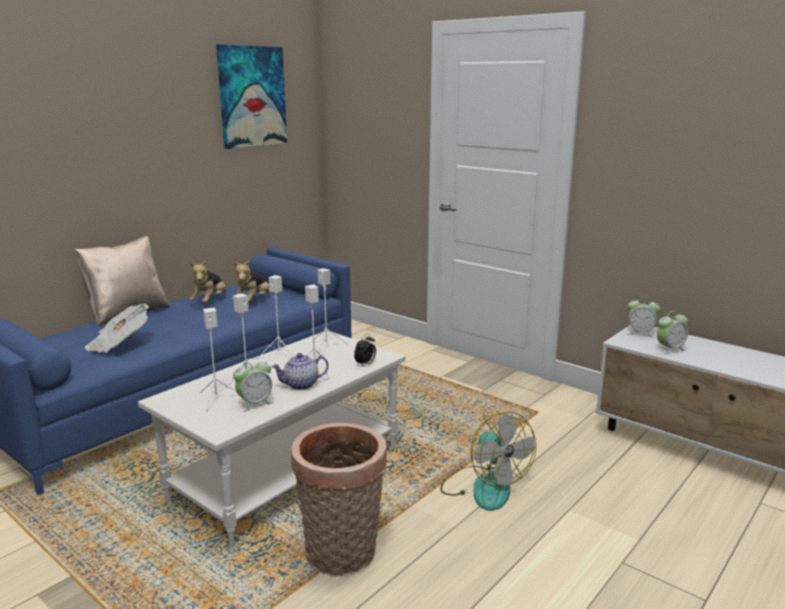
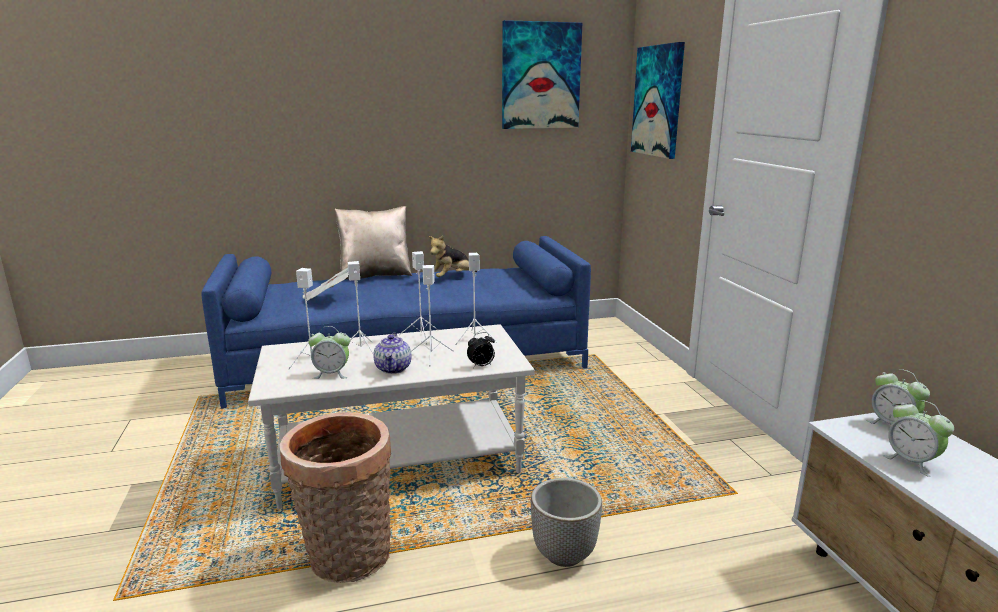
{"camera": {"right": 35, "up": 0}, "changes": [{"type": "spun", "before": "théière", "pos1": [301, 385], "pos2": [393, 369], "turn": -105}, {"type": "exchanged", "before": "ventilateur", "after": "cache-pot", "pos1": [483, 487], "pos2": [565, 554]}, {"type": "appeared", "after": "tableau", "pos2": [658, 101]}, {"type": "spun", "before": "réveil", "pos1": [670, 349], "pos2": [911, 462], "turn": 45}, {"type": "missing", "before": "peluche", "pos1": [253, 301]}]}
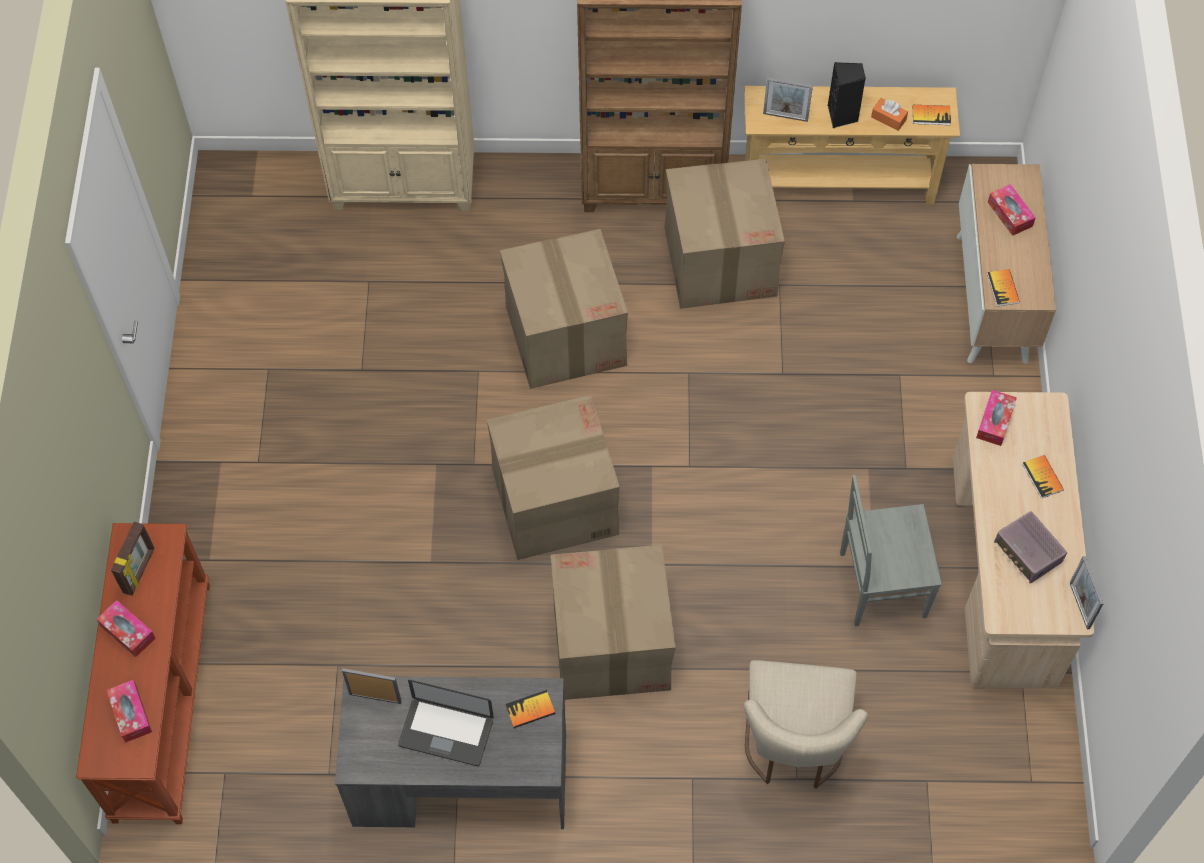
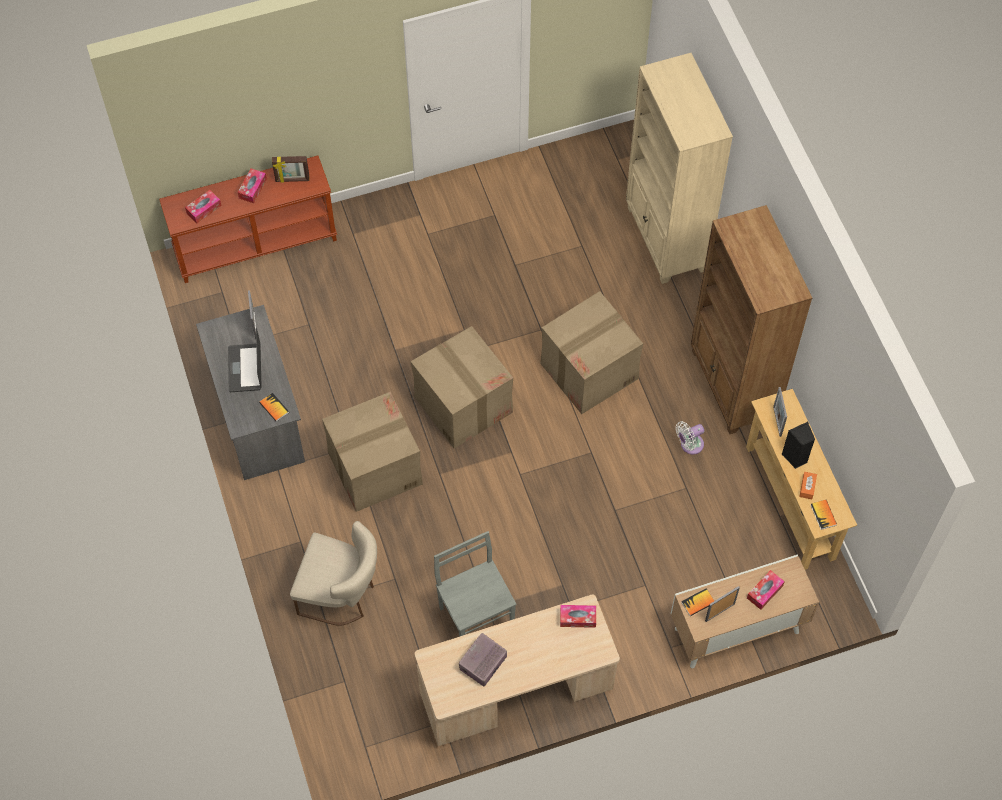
{"camera": {"right": 70, "up": 0}, "changes": [{"type": "spun", "before": "chaise [beige]", "pos1": [793, 746], "pos2": [341, 594], "turn": -150}, {"type": "exchanged", "before": "carton", "after": "ventilateur [blanc]", "pos1": [720, 260], "pos2": [689, 445]}, {"type": "relocated", "before": "cadre photo", "pos1": [1079, 606], "pos2": [719, 612]}, {"type": "missing", "before": "livre", "pos1": [1042, 477]}]}
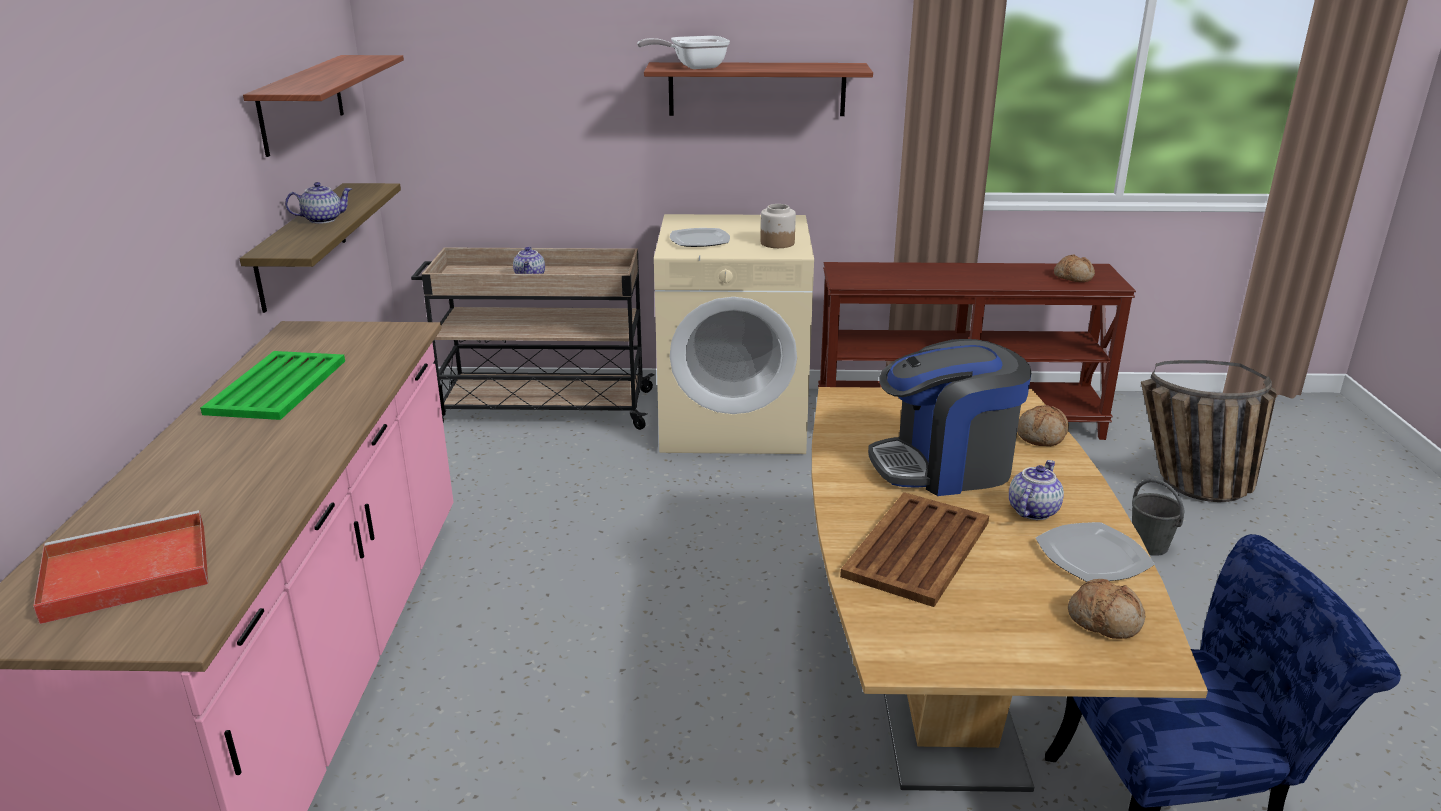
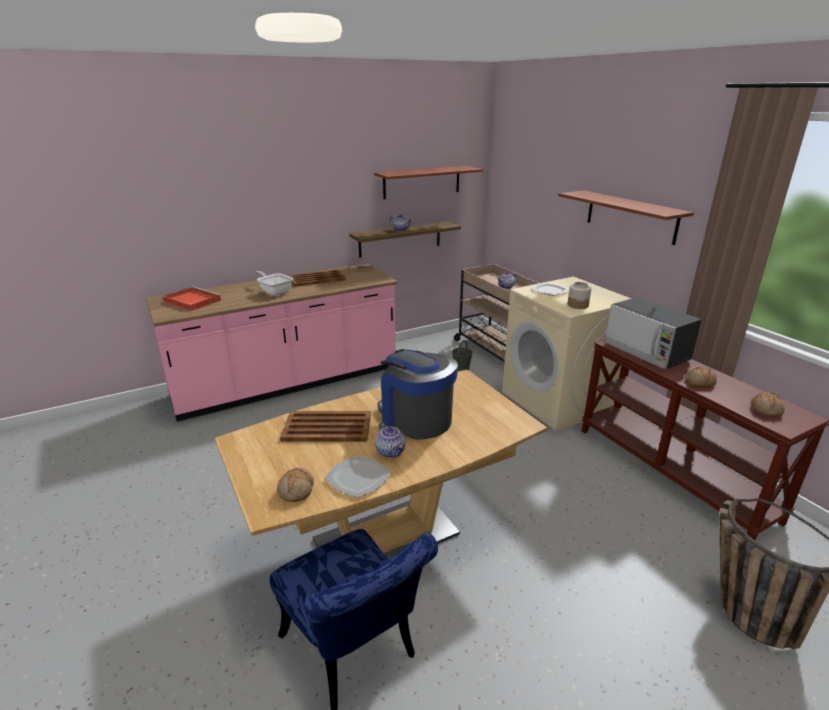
{"camera": {"right": 60, "up": 0}, "changes": [{"type": "relocated", "before": "poêle", "pos1": [693, 67], "pos2": [274, 291]}, {"type": "colour", "before": "plateau [vert]", "after": "plateau [marron]", "pos1": [278, 386], "pos2": [317, 278]}, {"type": "spun", "before": "théière", "pos1": [1032, 510], "pos2": [391, 452], "turn": 60}, {"type": "relocated", "before": "seau [gris]", "pos1": [1150, 546], "pos2": [461, 369]}, {"type": "appeared", "after": "micro-ondes", "pos2": [646, 352]}, {"type": "relocated", "before": "pain", "pos1": [1042, 436], "pos2": [699, 382]}]}
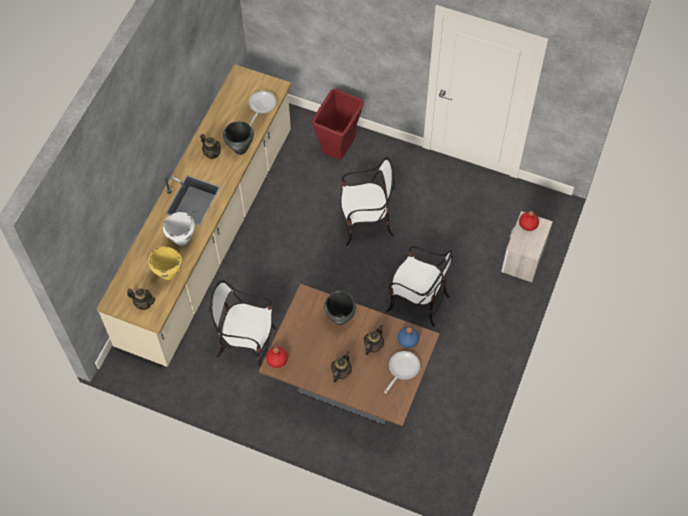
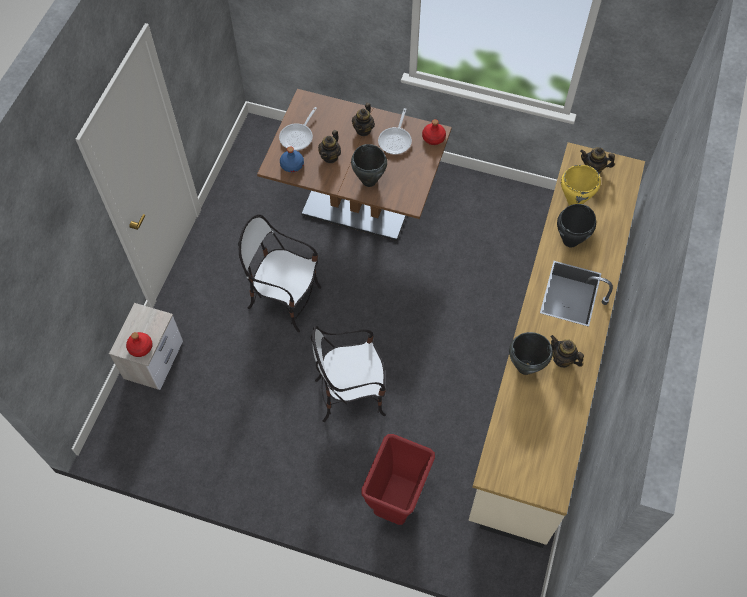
{"camera": {"right": 175, "up": 0}, "changes": [{"type": "relocated", "before": "poêle", "pos1": [261, 106], "pos2": [396, 140]}, {"type": "colour", "before": "marmite [blanc]", "after": "marmite [noir]", "pos1": [181, 240], "pos2": [570, 241]}, {"type": "missing", "before": "chaise", "pos1": [247, 344]}]}
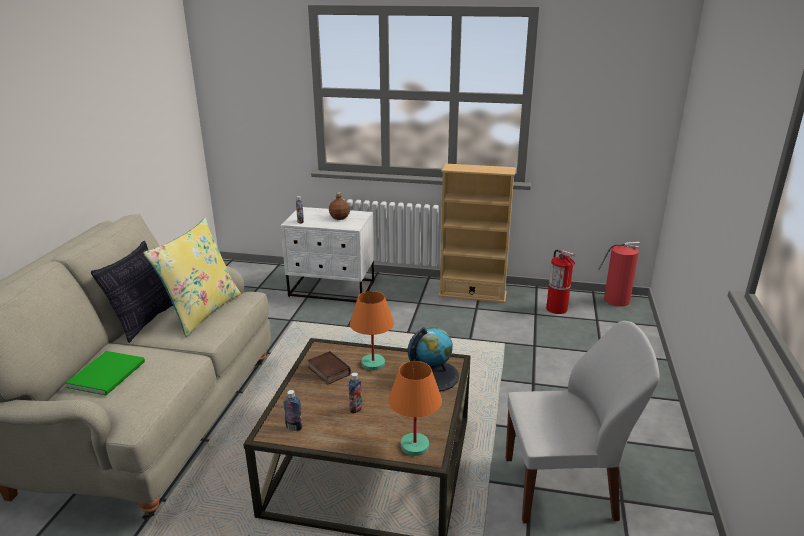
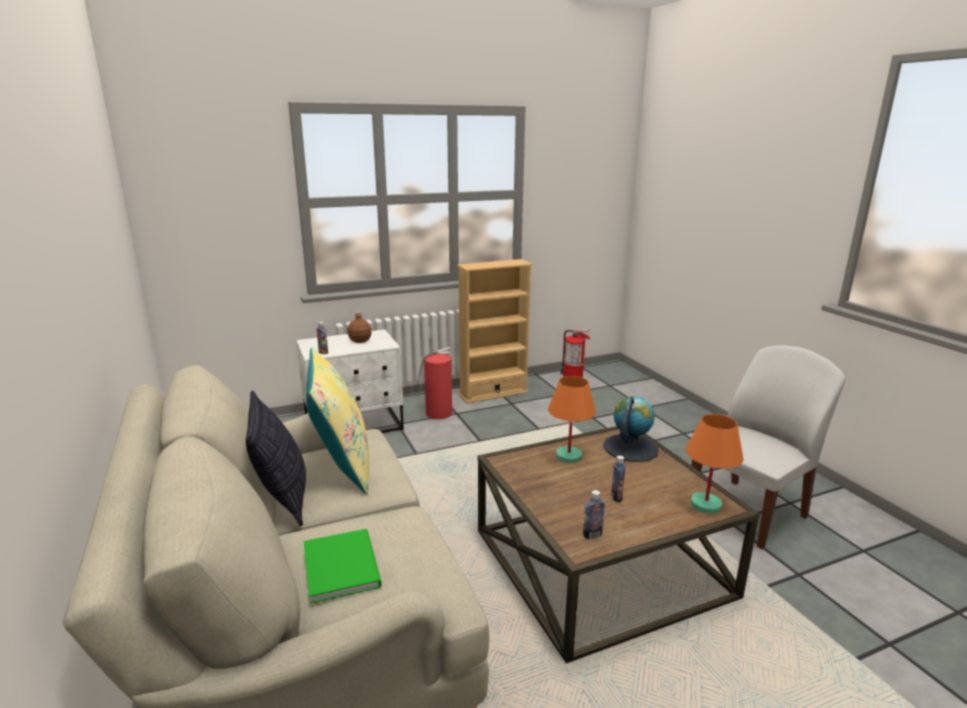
{"camera": {"right": -35, "up": -5}, "changes": [{"type": "relocated", "before": "extincteur", "pos1": [615, 300], "pos2": [437, 413]}, {"type": "missing", "before": "livre", "pos1": [327, 371]}]}
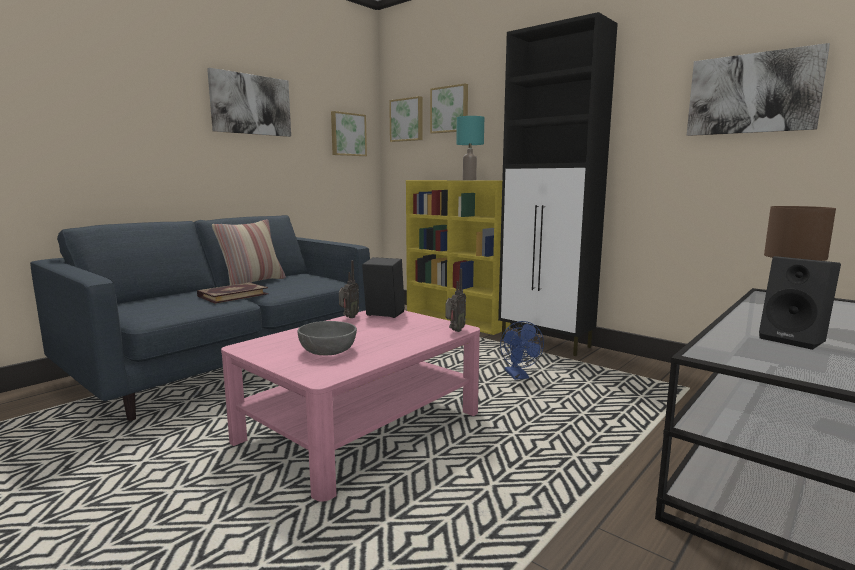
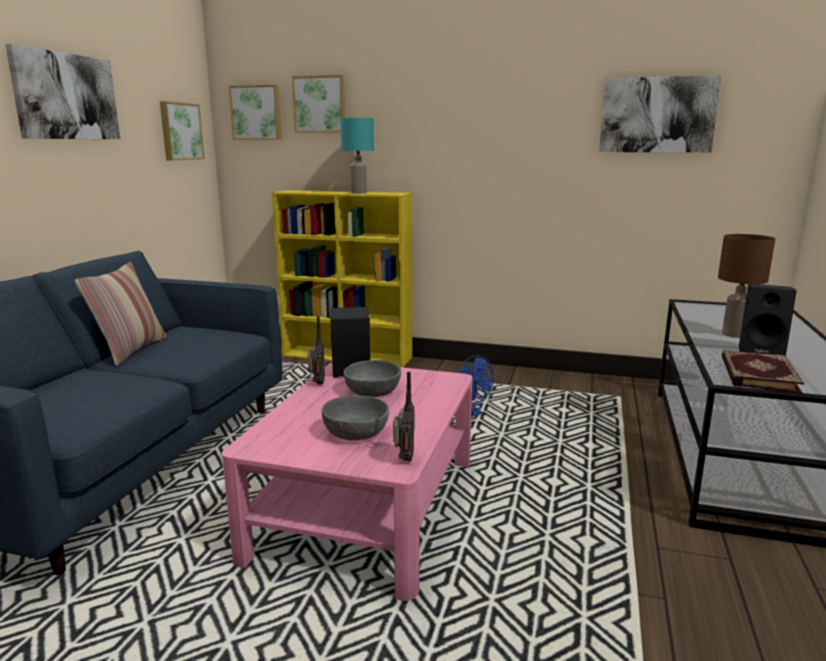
{"camera": {"right": -25, "up": 5}, "changes": [{"type": "appeared", "after": "bol [gris]", "pos2": [372, 391]}, {"type": "relocated", "before": "radio", "pos1": [454, 331], "pos2": [403, 459]}, {"type": "relocated", "before": "livre", "pos1": [232, 295], "pos2": [756, 374]}, {"type": "missing", "before": "meuble de rangement [noir]", "pos1": [546, 343]}]}
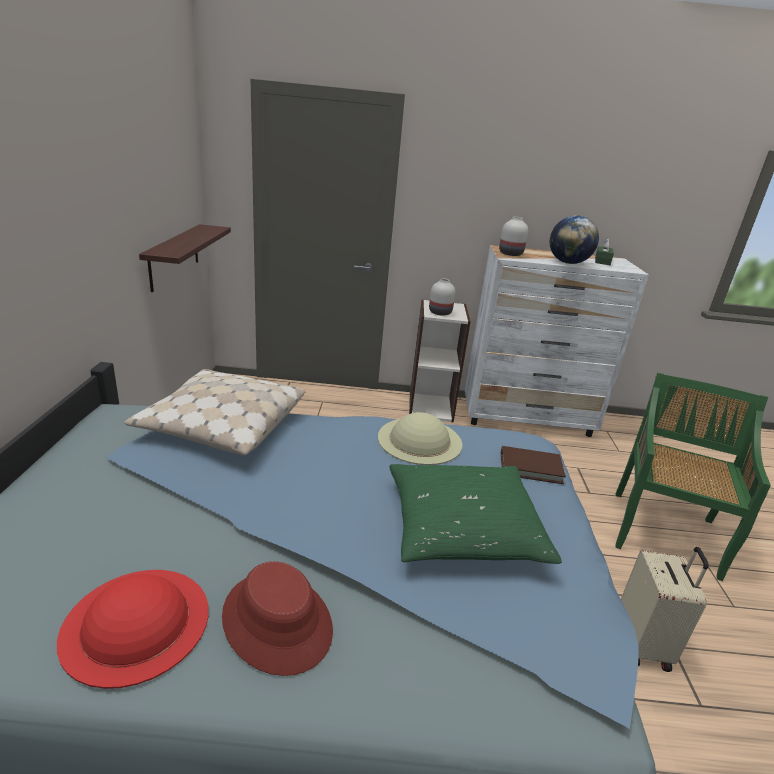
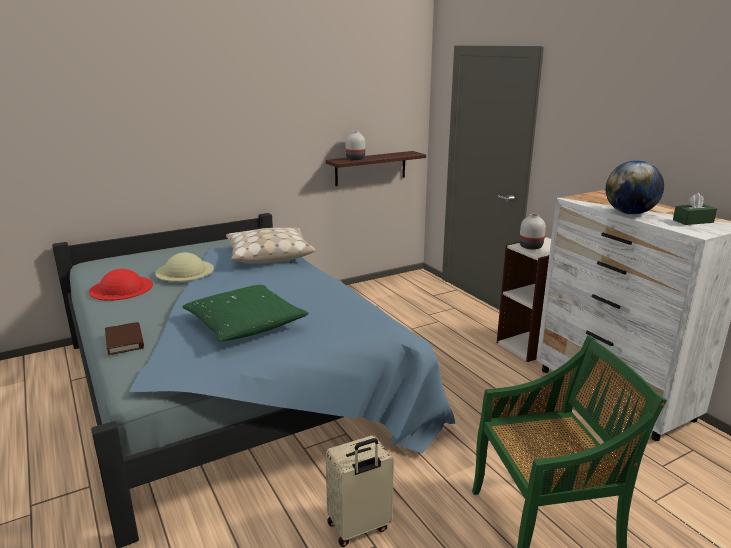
{"camera": {"right": 60, "up": -5}, "changes": [{"type": "relocated", "before": "livre [marron]", "pos1": [530, 467], "pos2": [124, 341]}, {"type": "relocated", "before": "chapeau [beige]", "pos1": [419, 440], "pos2": [184, 270]}, {"type": "relocated", "before": "vase [blanc]", "pos1": [510, 254], "pos2": [355, 159]}, {"type": "missing", "before": "chapeau [rouge]", "pos1": [278, 621]}]}
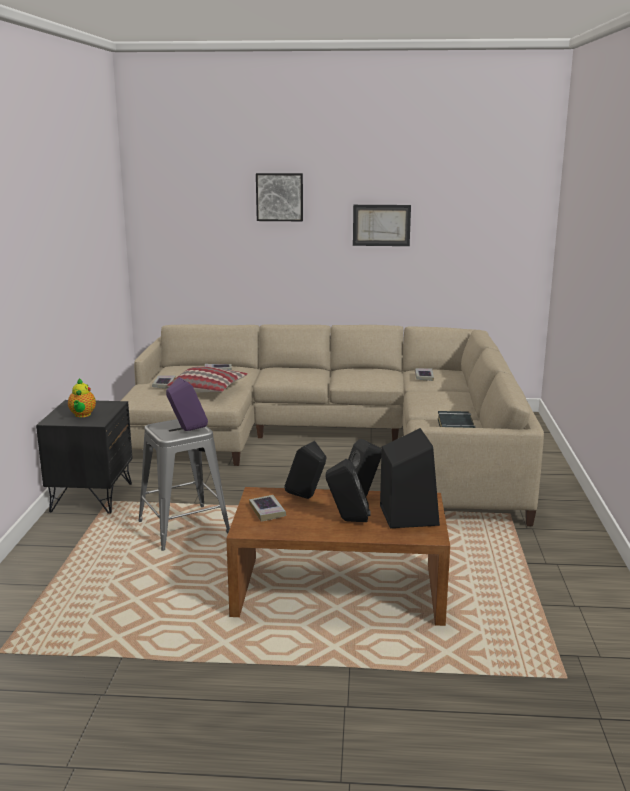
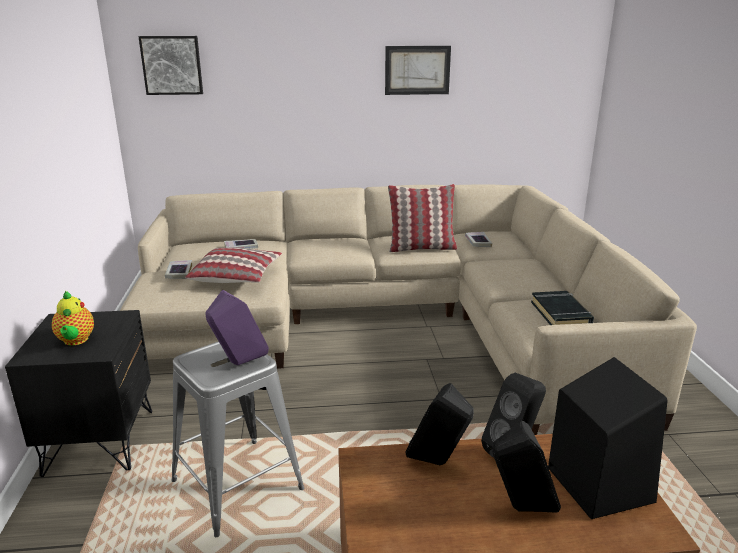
{"camera": {"right": -10, "up": 5}, "changes": [{"type": "relocated", "before": "tableau", "pos1": [279, 197], "pos2": [172, 65]}, {"type": "appeared", "after": "coussin", "pos2": [421, 248]}, {"type": "missing", "before": "livre", "pos1": [267, 511]}]}
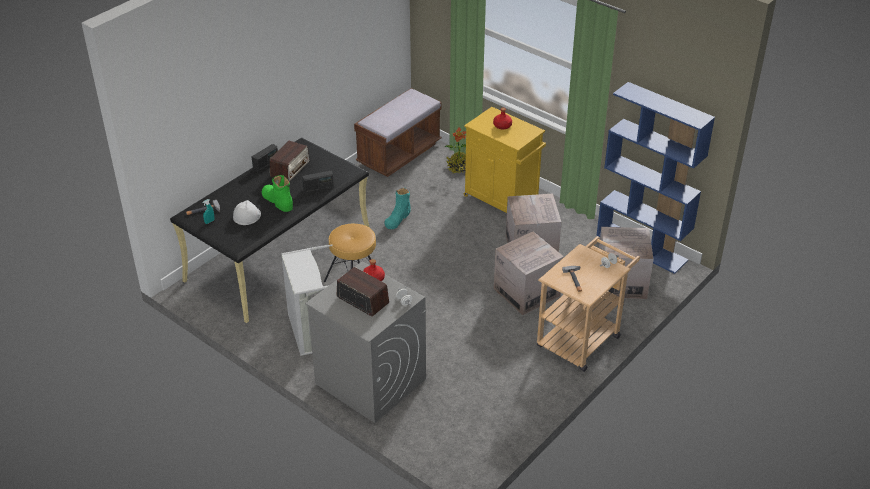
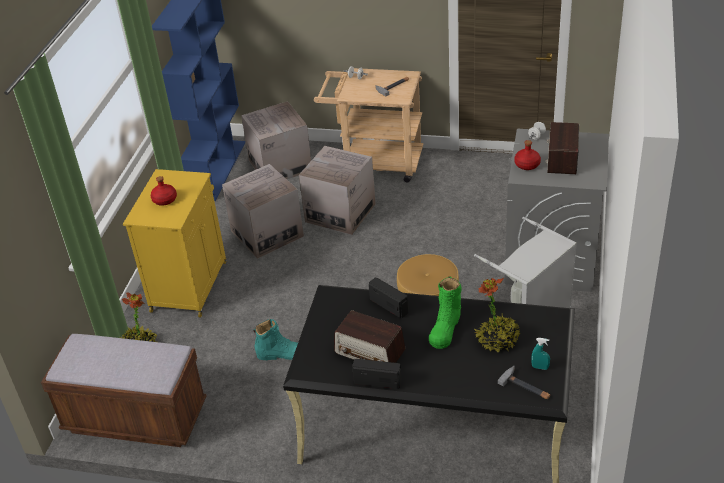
{"camera": {"right": -115, "up": 0}, "changes": [{"type": "spun", "before": "radio", "pos1": [290, 169], "pos2": [370, 352], "turn": -150}, {"type": "exchanged", "before": "casque de chantier [blanc]", "after": "plante en pot", "pos1": [246, 216], "pos2": [497, 339]}]}
